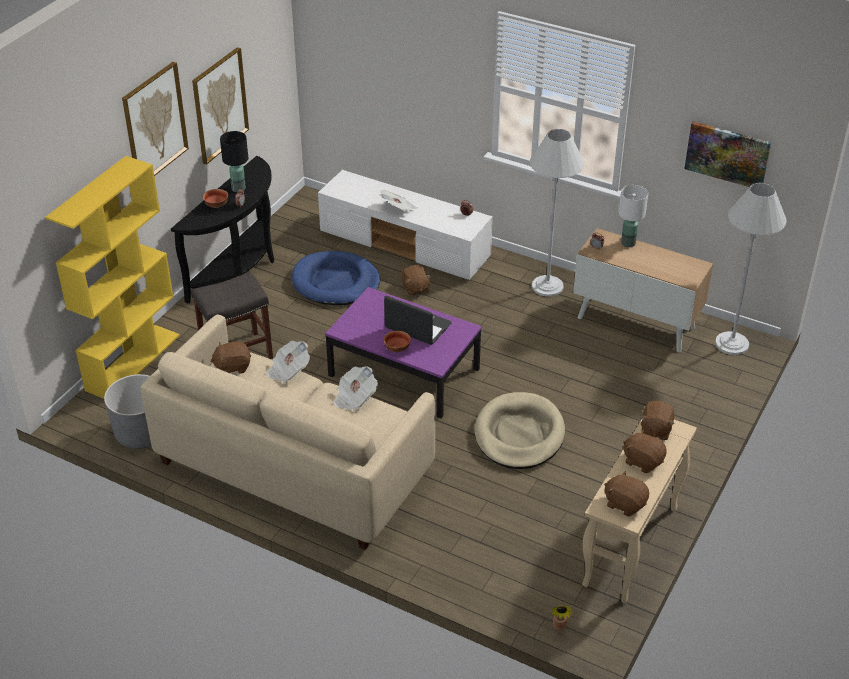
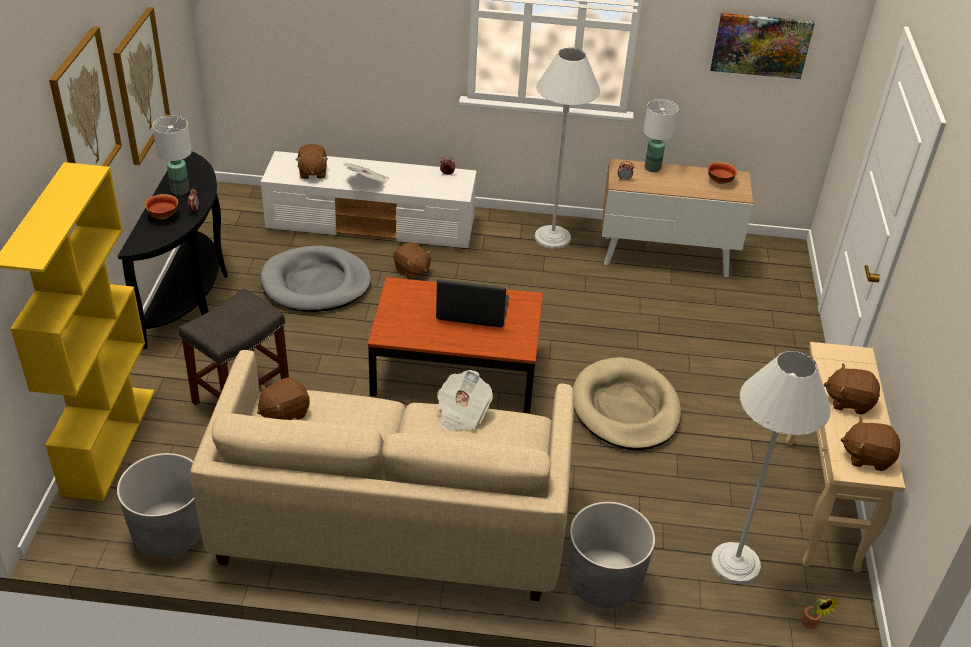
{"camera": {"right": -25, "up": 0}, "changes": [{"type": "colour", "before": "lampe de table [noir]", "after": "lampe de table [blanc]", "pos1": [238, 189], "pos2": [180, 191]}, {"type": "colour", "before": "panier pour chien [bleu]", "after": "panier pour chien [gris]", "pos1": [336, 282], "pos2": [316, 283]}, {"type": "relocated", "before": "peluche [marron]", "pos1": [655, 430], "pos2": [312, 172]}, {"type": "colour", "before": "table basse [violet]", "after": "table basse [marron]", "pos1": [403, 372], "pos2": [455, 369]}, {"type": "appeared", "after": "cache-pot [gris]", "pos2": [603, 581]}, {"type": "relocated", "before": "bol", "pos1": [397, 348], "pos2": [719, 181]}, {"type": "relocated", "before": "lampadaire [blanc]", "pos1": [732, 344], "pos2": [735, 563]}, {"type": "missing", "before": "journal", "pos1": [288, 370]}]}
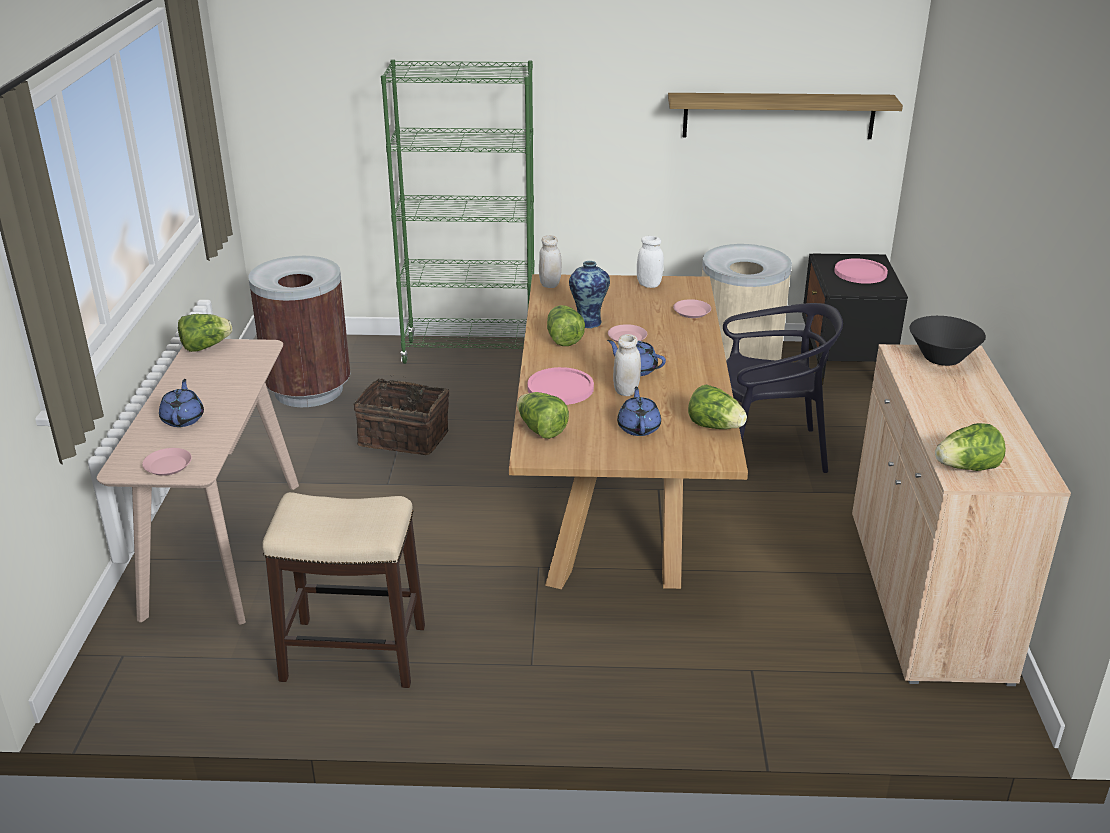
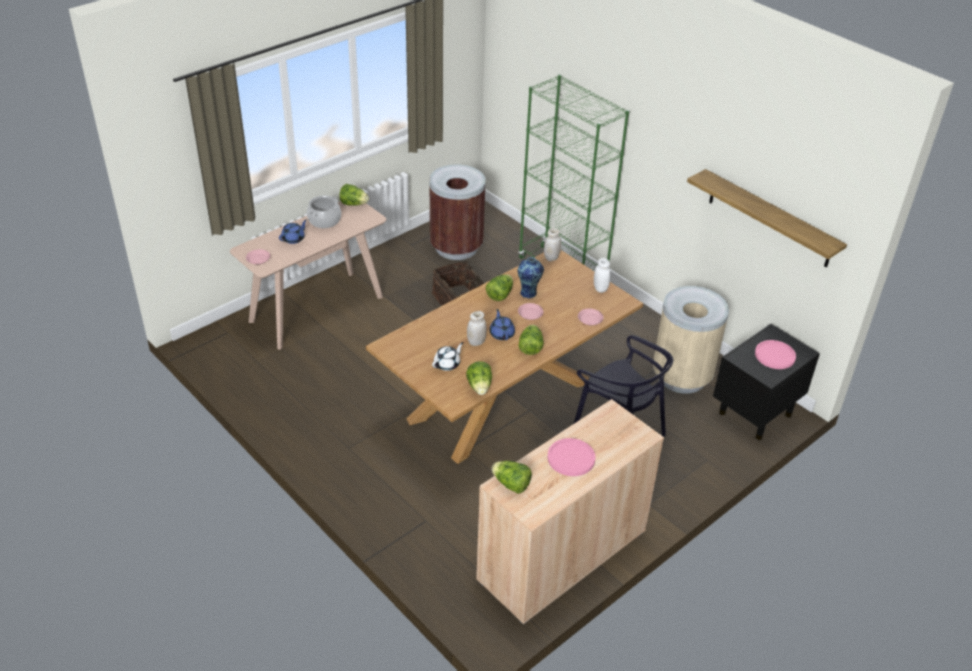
{"camera": {"right": 45, "up": 10}, "changes": [{"type": "appeared", "after": "marmite", "pos2": [324, 220]}, {"type": "colour", "before": "théière [bleu]", "after": "théière [blanc]", "pos1": [639, 427], "pos2": [447, 364]}, {"type": "relocated", "before": "laitue", "pos1": [541, 430], "pos2": [530, 347]}, {"type": "relocated", "before": "assiette [rose]", "pos1": [560, 388], "pos2": [571, 458]}, {"type": "missing", "before": "tabouret", "pos1": [352, 653]}, {"type": "missing", "before": "bol [noir]", "pos1": [942, 359]}]}
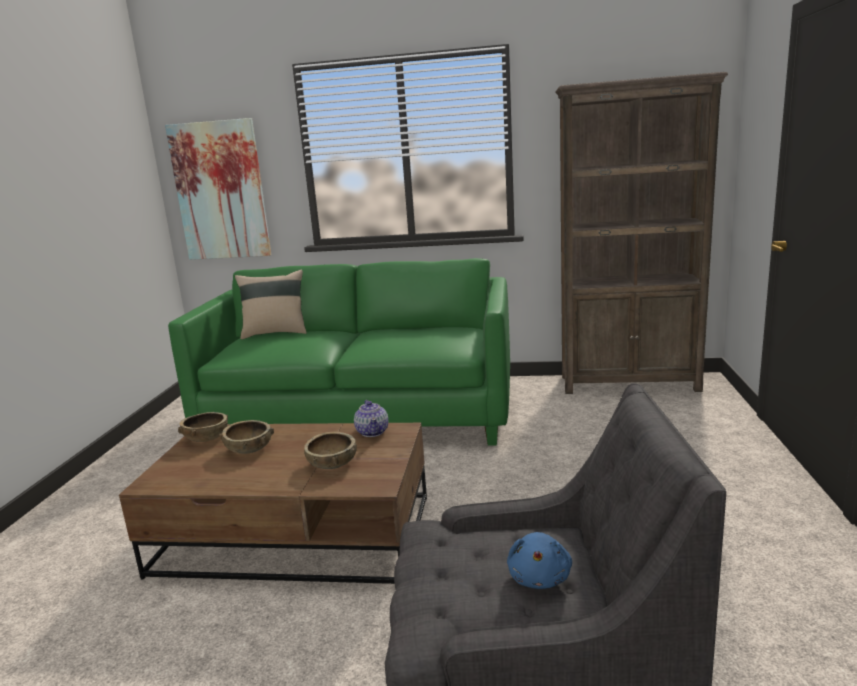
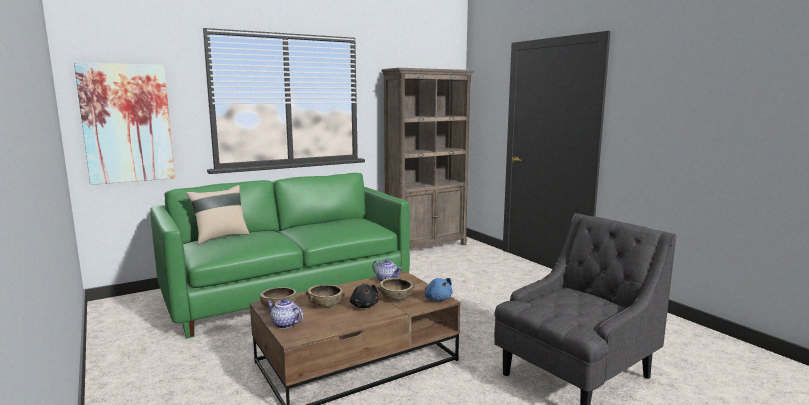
{"camera": {"right": -40, "up": -5}, "changes": [{"type": "appeared", "after": "théière", "pos2": [284, 324]}, {"type": "appeared", "after": "peluche [noir]", "pos2": [364, 306]}, {"type": "relocated", "before": "peluche [bleu]", "pos1": [539, 577], "pos2": [437, 299]}]}
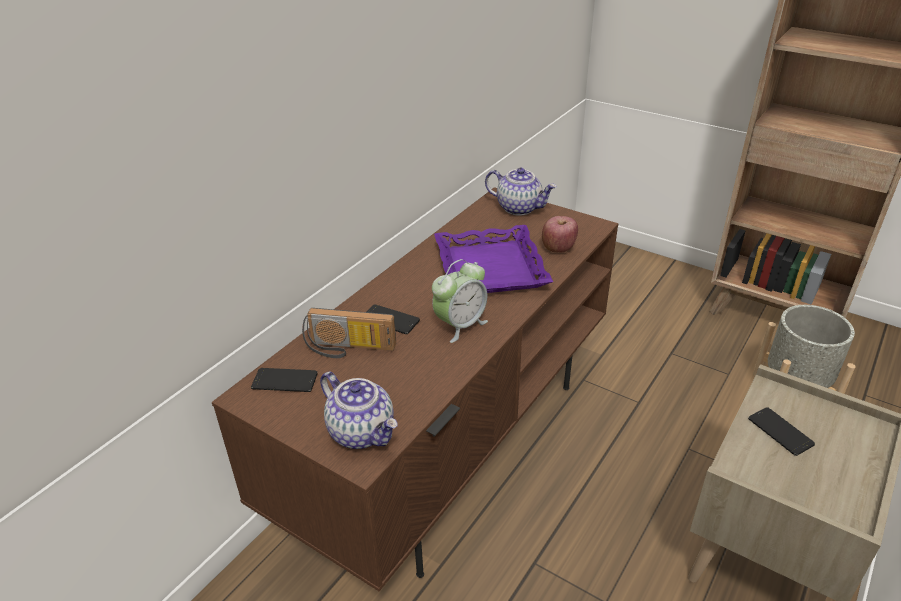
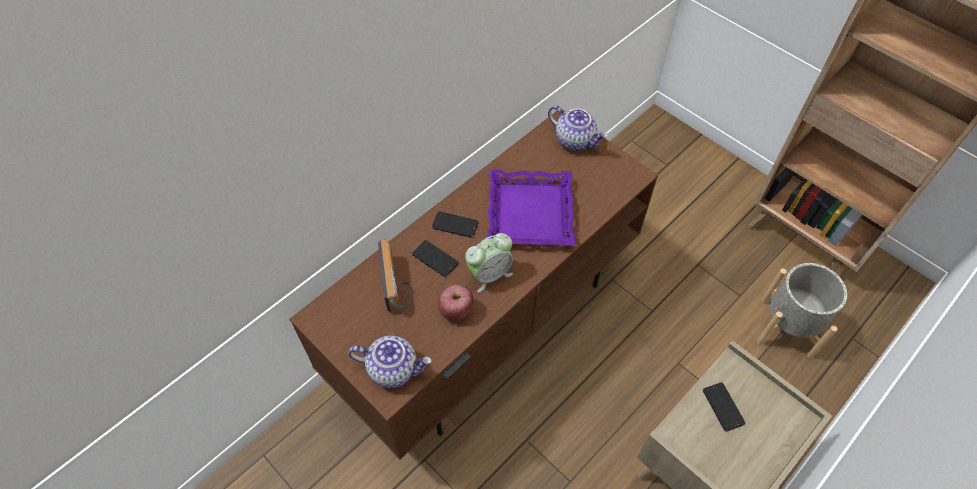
{"camera": {"right": 10, "up": 20}, "changes": [{"type": "spun", "before": "théière", "pos1": [362, 432], "pos2": [393, 369], "turn": -45}, {"type": "spun", "before": "radio", "pos1": [348, 349], "pos2": [397, 284], "turn": -120}, {"type": "relocated", "before": "téléphone", "pos1": [284, 381], "pos2": [455, 225]}, {"type": "relocated", "before": "pomme", "pos1": [558, 248], "pos2": [456, 310]}]}
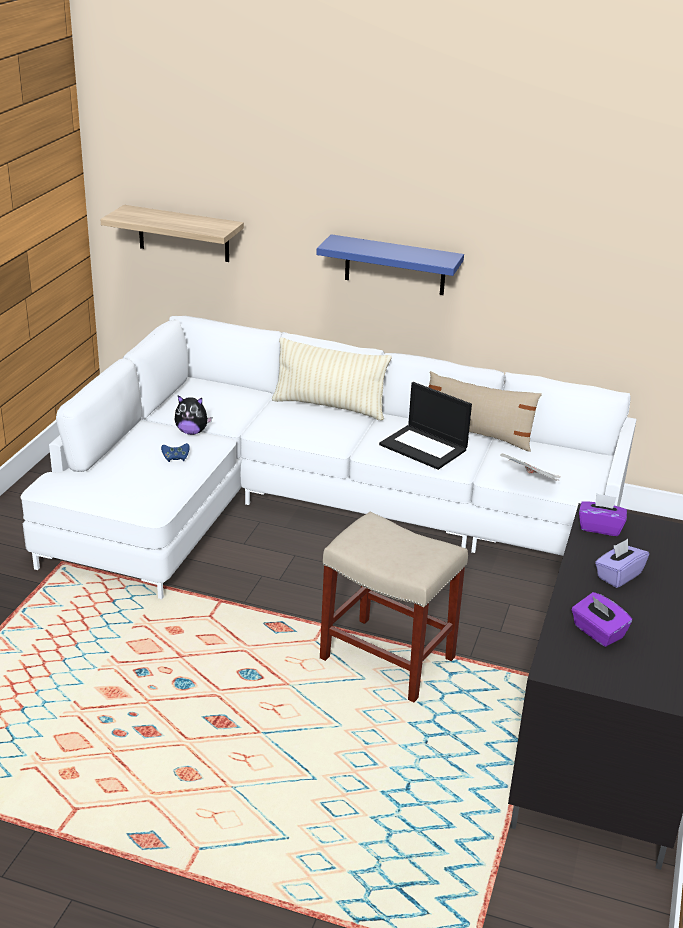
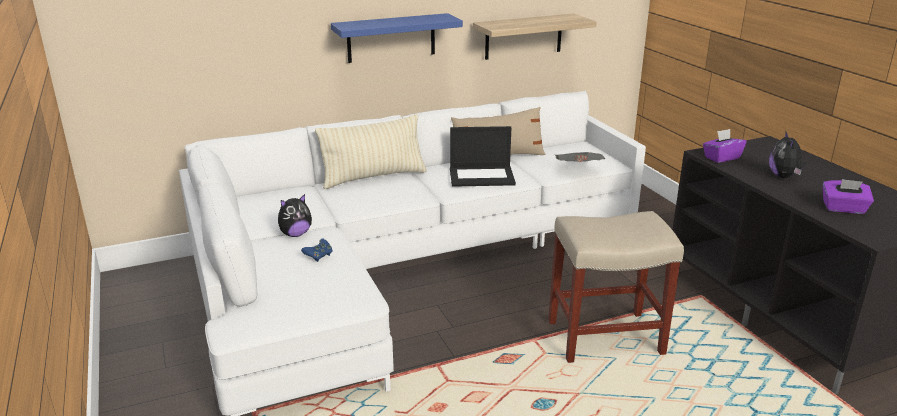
{"camera": {"right": -40, "up": -5}, "changes": [{"type": "relocated", "before": "étagère", "pos1": [183, 234], "pos2": [523, 36]}, {"type": "exchanged", "before": "boîte à mouchoirs [violet]", "after": "peluche", "pos1": [618, 575], "pos2": [784, 176]}]}
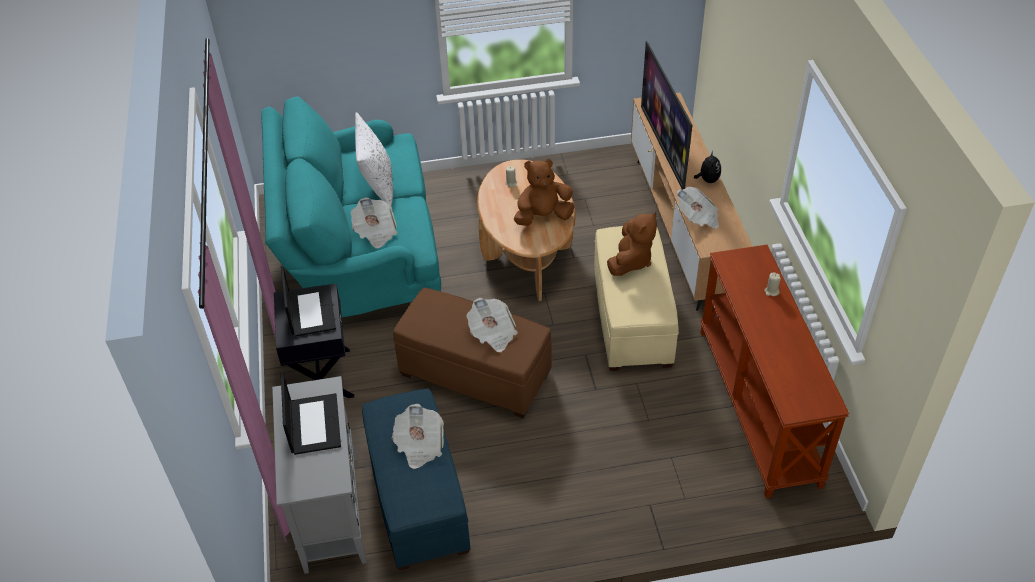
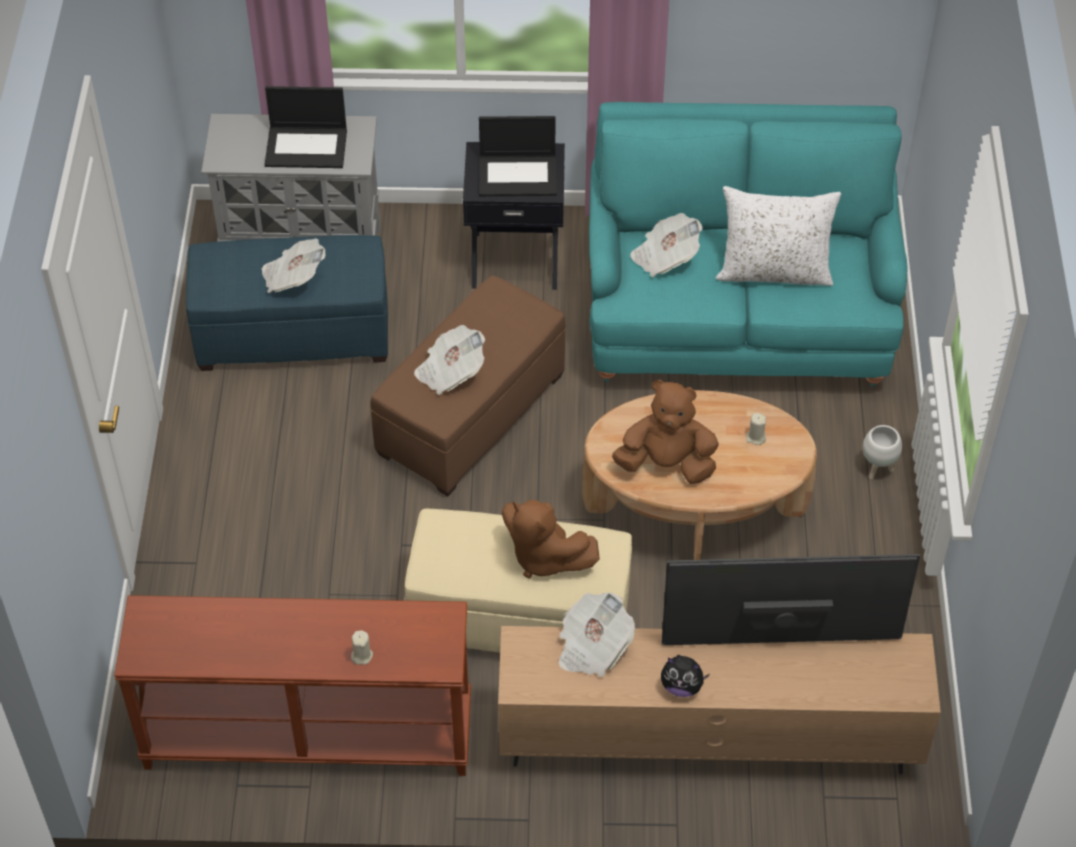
{"camera": {"right": 100, "up": 5}, "changes": [{"type": "spun", "before": "peluche [marron]", "pos1": [543, 217], "pos2": [666, 464], "turn": -75}, {"type": "appeared", "after": "cache-pot [blanc]", "pos2": [877, 469]}]}
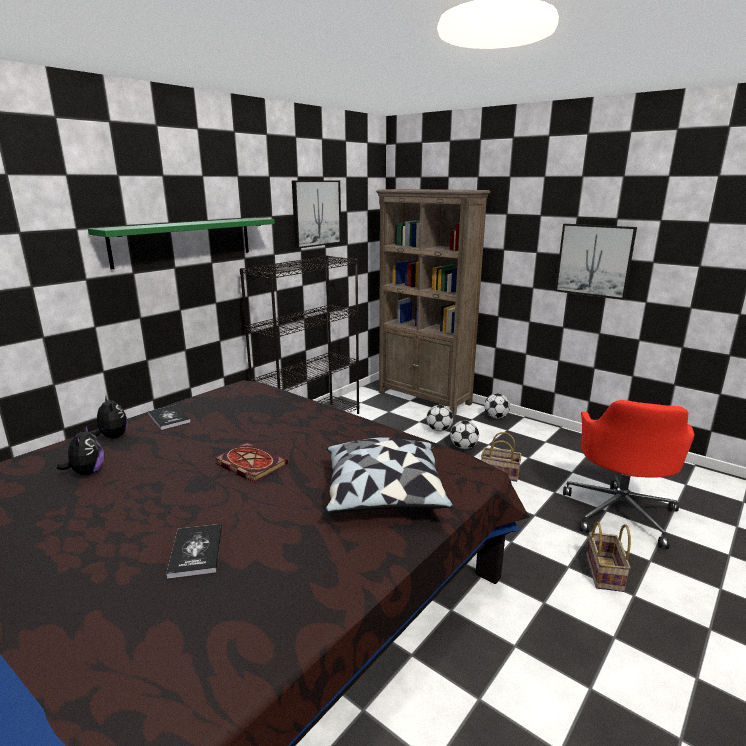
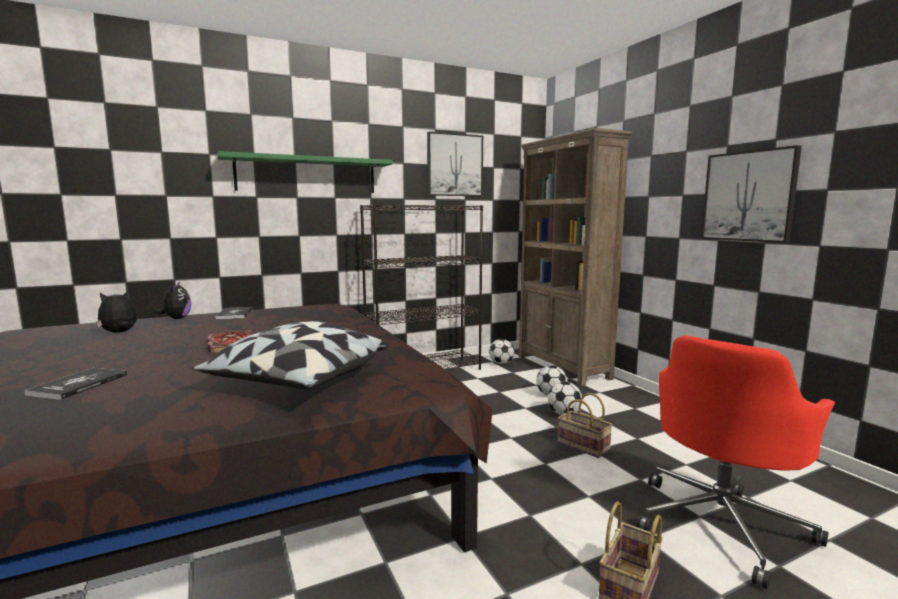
{"camera": {"right": 25, "up": -10}, "changes": [{"type": "spun", "before": "peluche", "pos1": [87, 472], "pos2": [120, 332], "turn": -150}, {"type": "relocated", "before": "ballon de foot", "pos1": [496, 417], "pos2": [501, 363]}]}
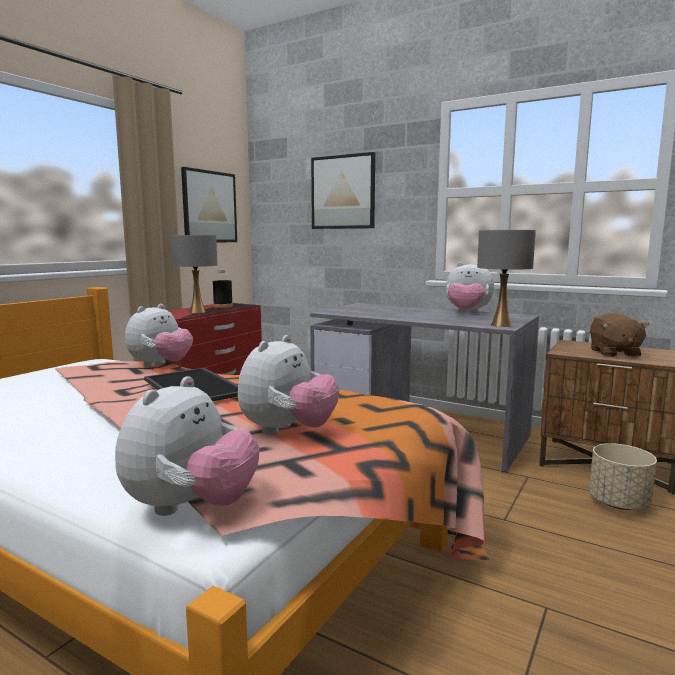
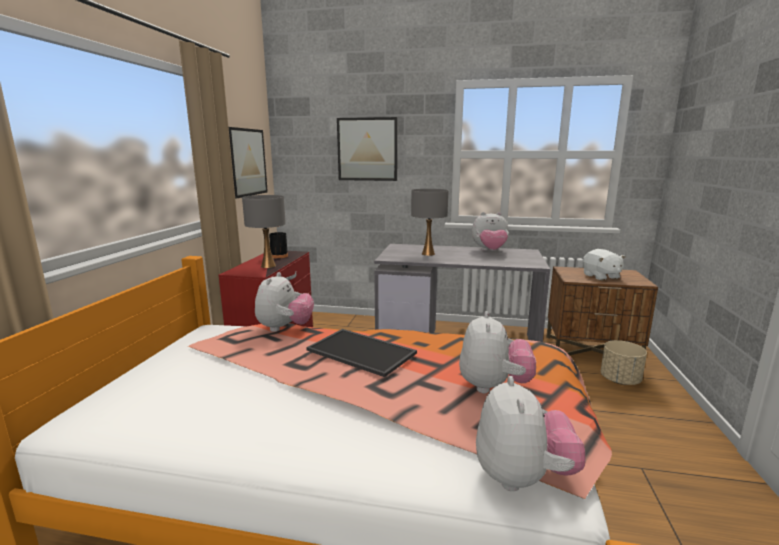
{"camera": {"right": -20, "up": 5}, "changes": [{"type": "relocated", "before": "lampe de table [gris]", "pos1": [500, 325], "pos2": [428, 254]}, {"type": "colour", "before": "peluche [marron]", "after": "peluche [blanc]", "pos1": [614, 353], "pos2": [601, 276]}]}
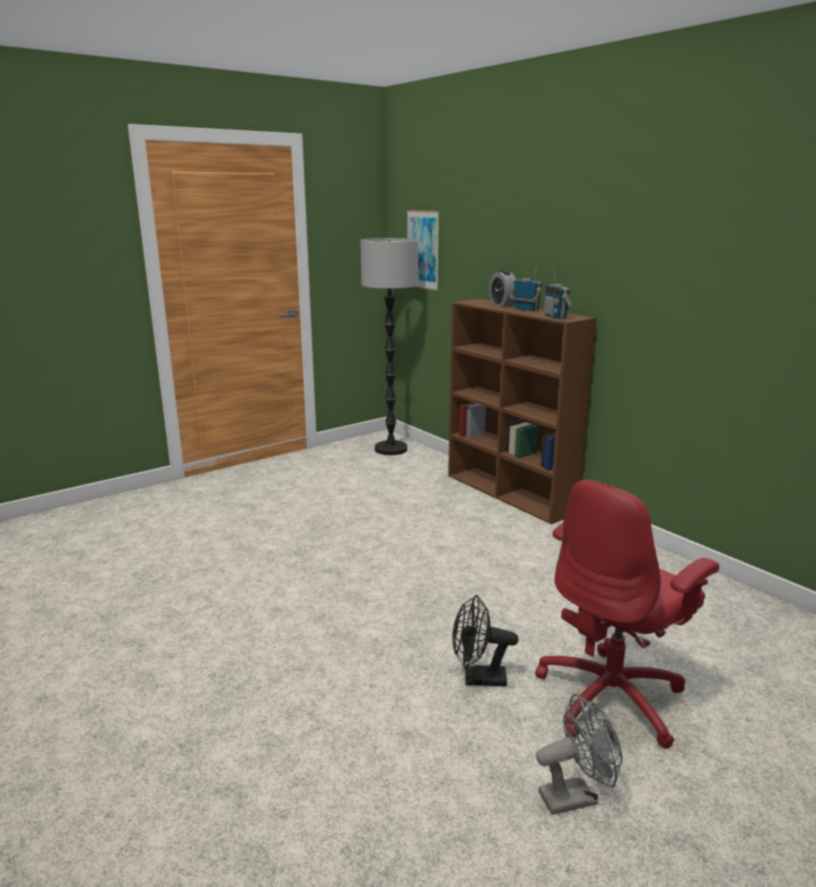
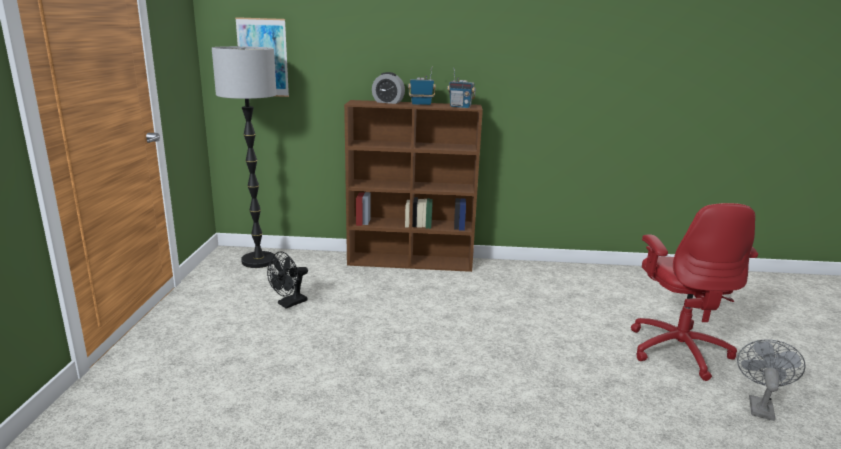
{"camera": {"right": -50, "up": 0}, "changes": [{"type": "relocated", "before": "ventilateur [noir]", "pos1": [478, 679], "pos2": [289, 304]}]}
